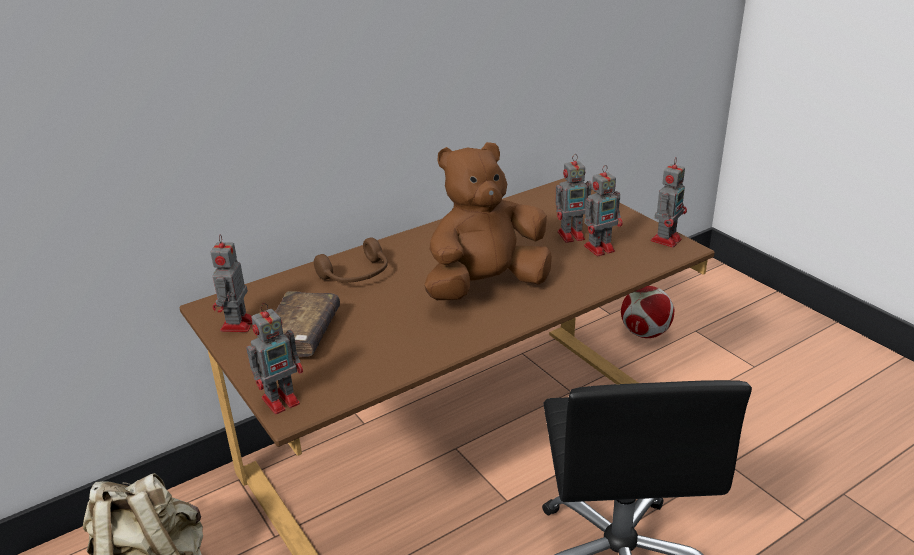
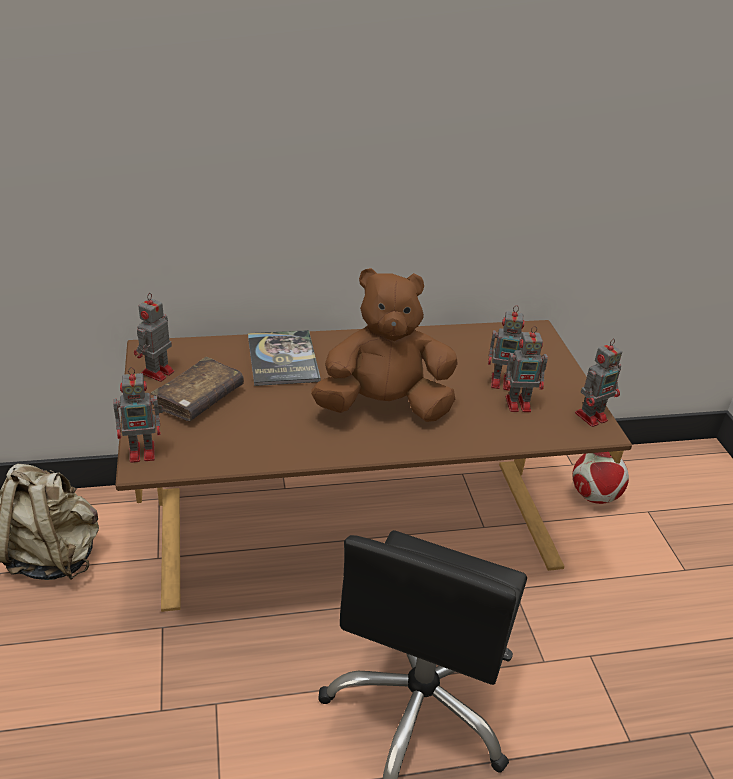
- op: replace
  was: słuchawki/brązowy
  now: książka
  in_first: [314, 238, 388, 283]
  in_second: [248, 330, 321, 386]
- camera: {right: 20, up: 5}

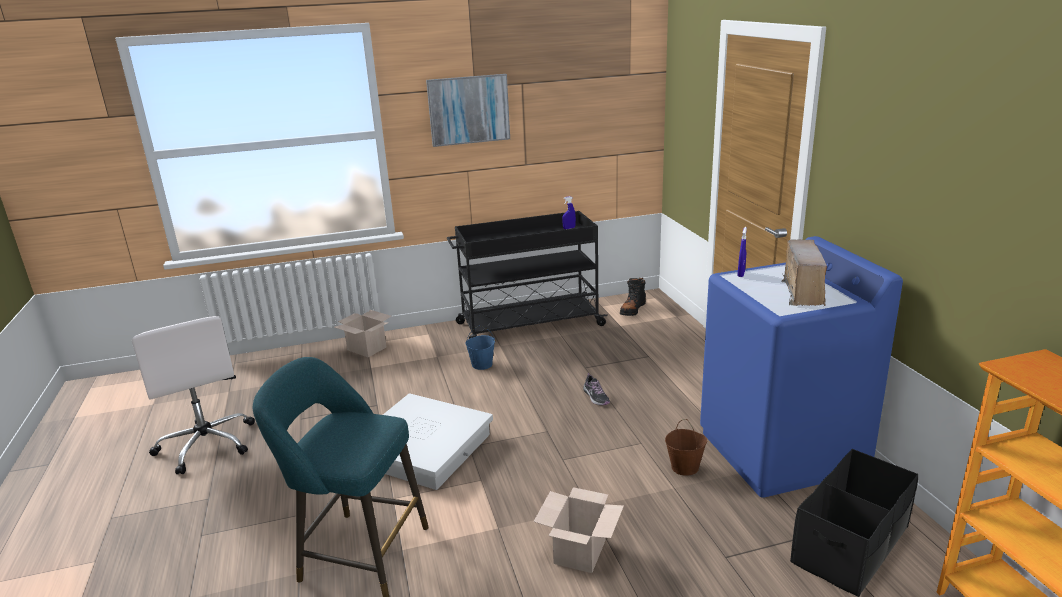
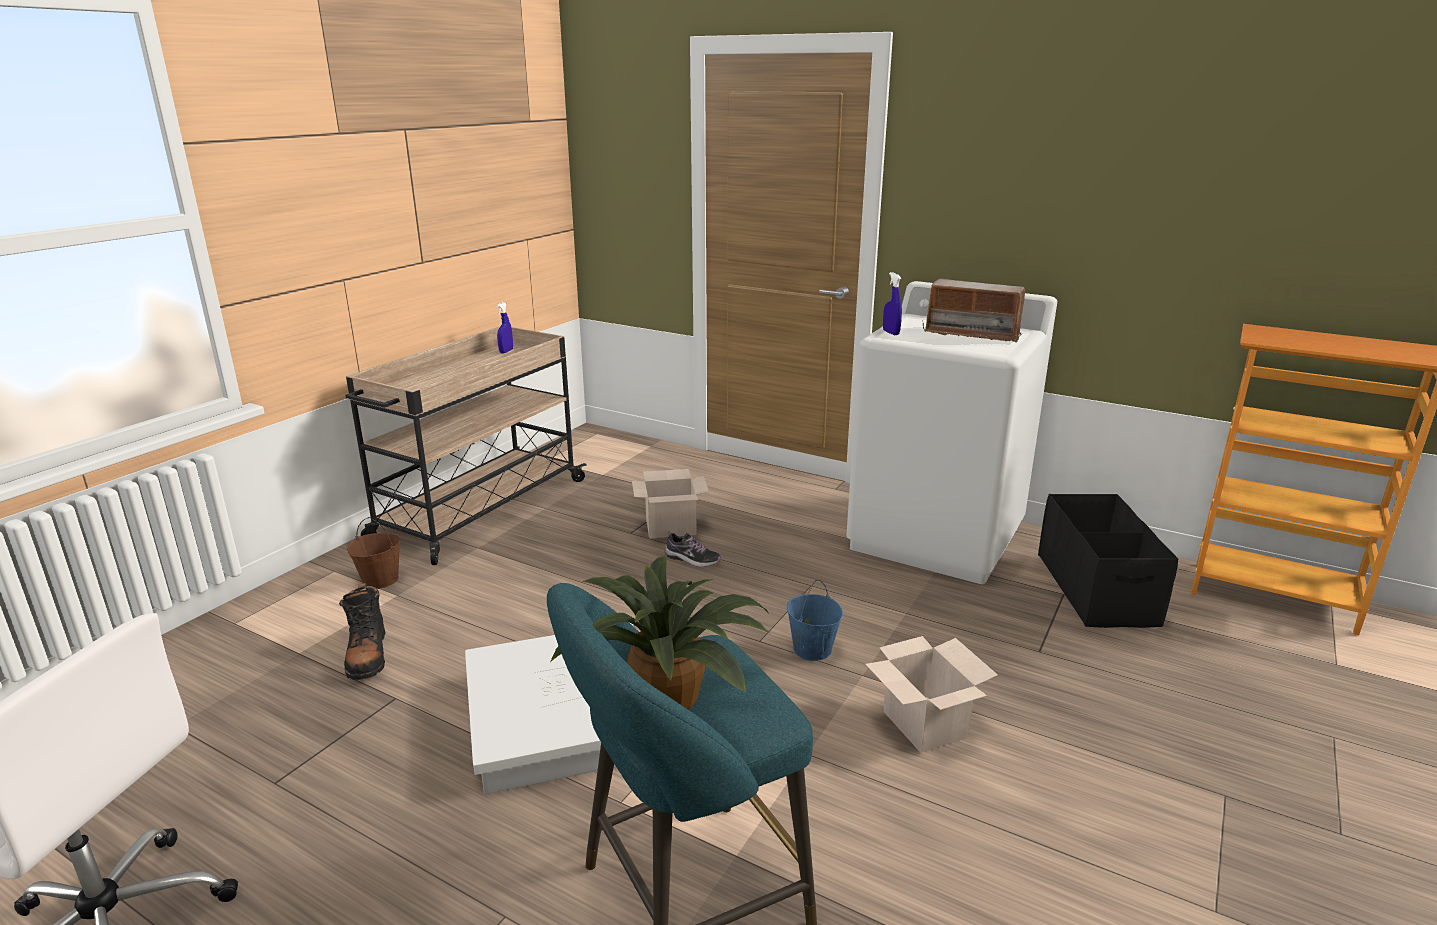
- op: move
  was: karton
  in_first: [334, 310, 391, 357]
  in_second: [632, 469, 709, 538]
- op: delete
  was: obraz
  in_first: [426, 74, 510, 147]
- op: recolor
  was: wózek/czarny
  now: wózek/beżowy
  in_first: [447, 211, 607, 339]
  in_second: [345, 327, 587, 565]
- op: move
  was: wiadro/niebieski
  in_first: [466, 326, 495, 370]
  in_second: [787, 580, 843, 661]
- op: move
  was: but z cholewką/czarny
  in_first: [620, 278, 646, 316]
  in_second: [339, 583, 385, 680]
- op: move
  was: wiadro/brązowy
  in_first: [665, 419, 707, 476]
  in_second: [347, 517, 401, 589]
- op: recolor
  was: pralka/niebieski
  now: pralka/biały
  in_first: [700, 236, 903, 498]
  in_second: [846, 281, 1057, 584]
- op: rotate
  was: radio
  in_first: [782, 239, 827, 306]
  in_second: [922, 279, 1030, 343]
  clockwise: 150
- op: insert
  now: roślina doniczkowa
  in_second: [550, 556, 769, 710]
- camera: {right: -45, up: 0}

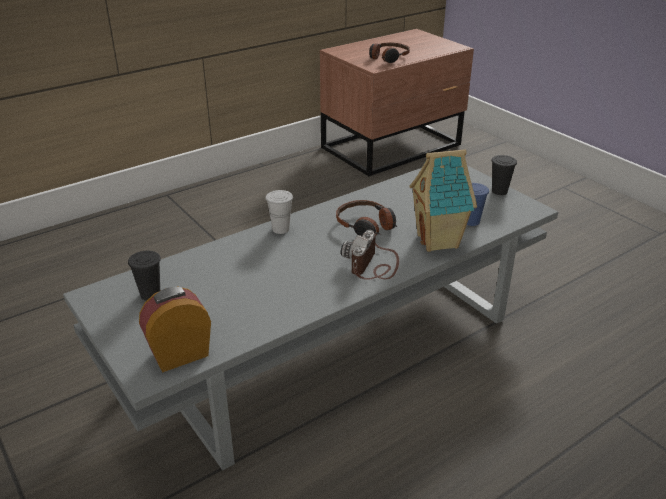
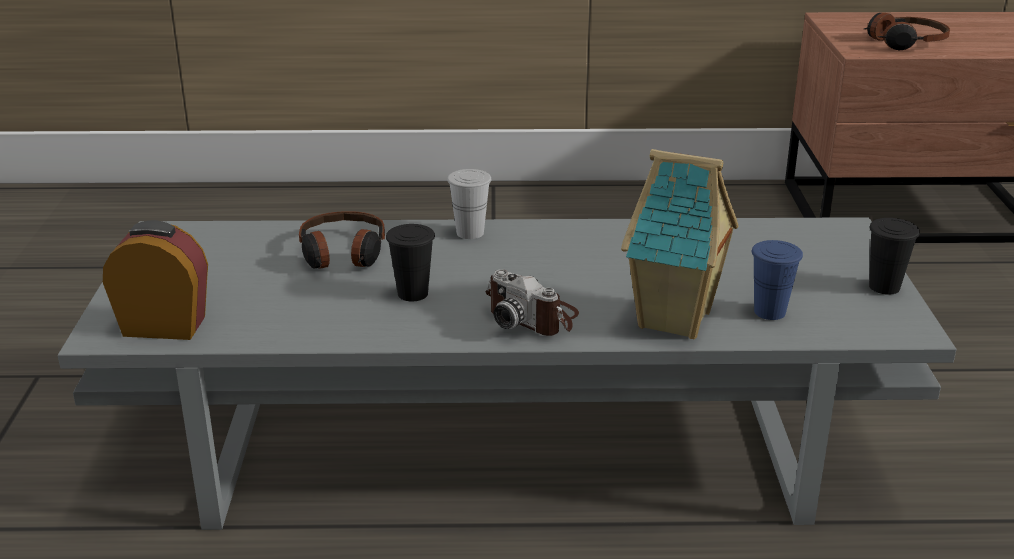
- op: move
  was: filiżanka/czarny
  in_first: [128, 251, 161, 301]
  in_second: [386, 224, 435, 301]
- op: move
  was: słuchawki
  in_first: [336, 200, 397, 236]
  in_second: [299, 211, 385, 269]
- op: rotate
  was: aparat fotograficzny
  in_first: [341, 230, 399, 280]
  in_second: [485, 269, 579, 336]
  clockwise: -105
- camera: {right: 35, up: -5}

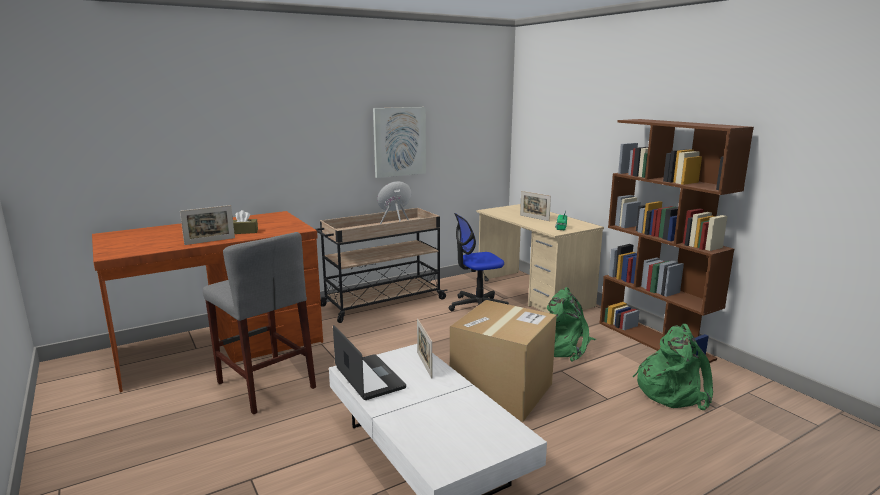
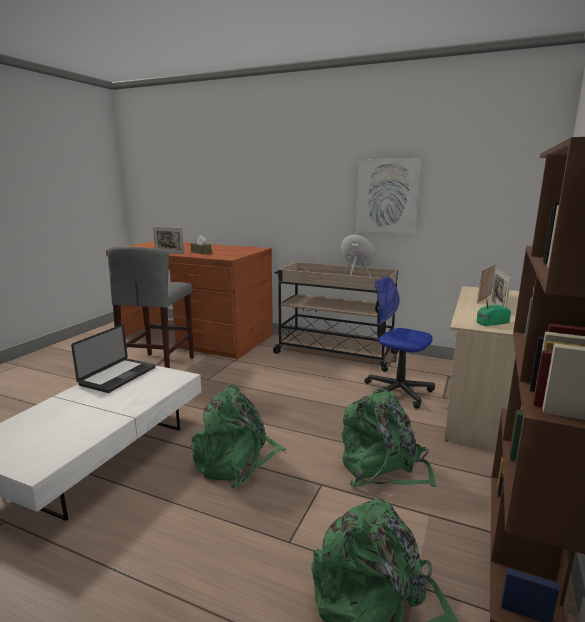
- op: move
  was: ramka na zdjęcie
  in_first: [417, 319, 432, 379]
  in_second: [477, 263, 496, 303]
- op: replace
  was: karton
  now: plecak/zielony
  in_first: [450, 300, 557, 422]
  in_second: [191, 385, 286, 489]
- camera: {right: 55, up: 0}

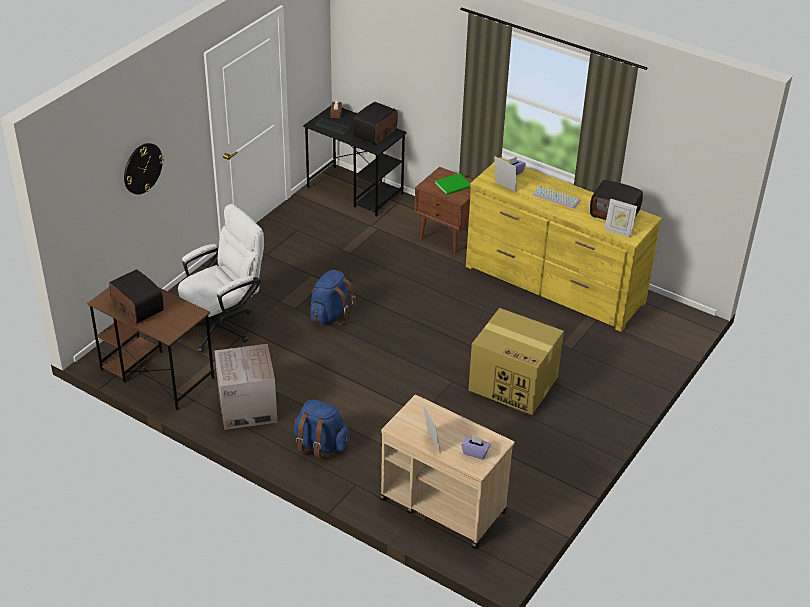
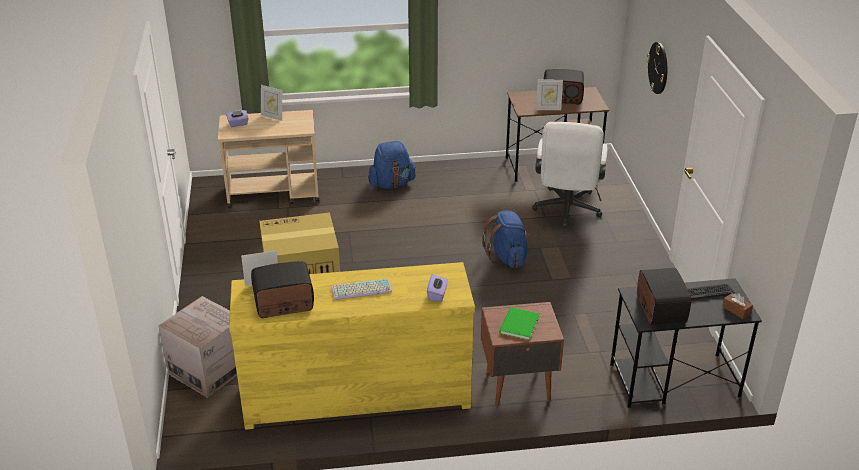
- op: move
  was: karton
  in_first: [215, 344, 277, 430]
  in_second: [158, 296, 237, 398]
- op: move
  was: ramka na zdjęcie
  in_first: [494, 156, 517, 192]
  in_second: [536, 80, 563, 110]
- camera: {right: 140, up: -5}

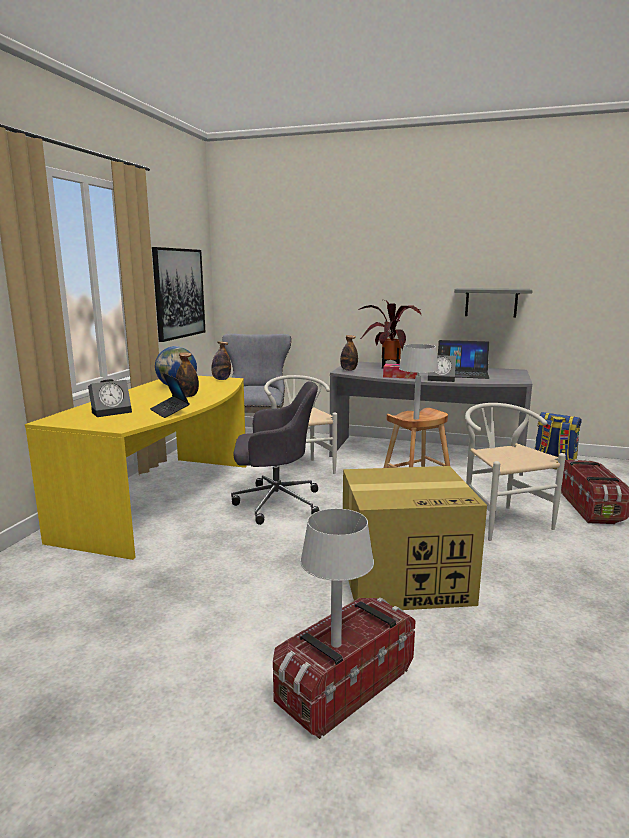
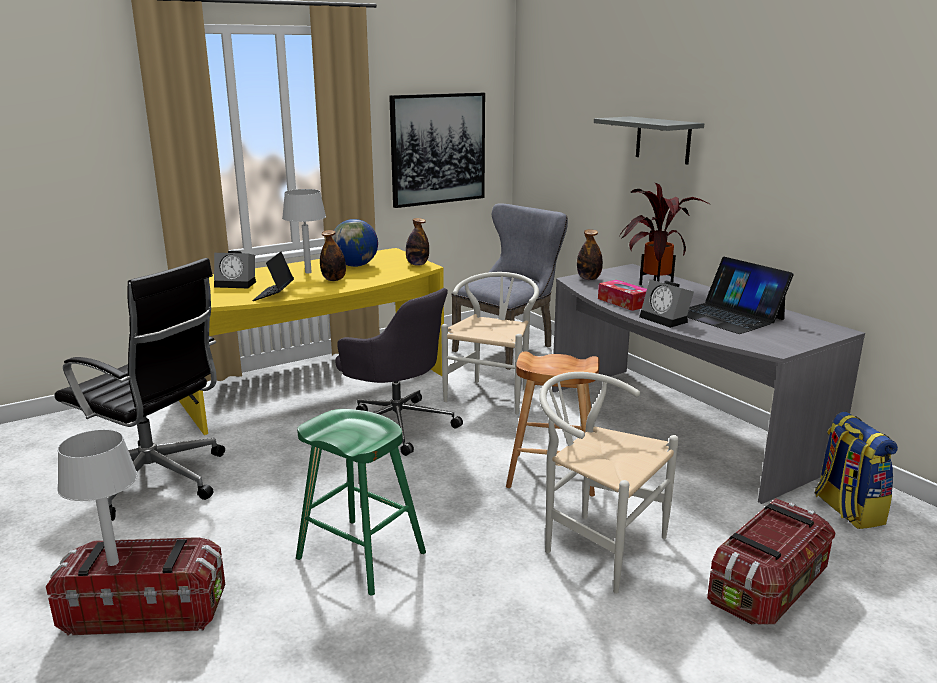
- op: replace
  was: karton
  now: stołek/zielony
  in_first: [343, 466, 487, 610]
  in_second: [296, 409, 426, 596]
- op: move
  was: lampa stołowa/szary
  in_first: [399, 344, 439, 420]
  in_second: [282, 189, 326, 273]
- op: move
  was: półka/szary
  in_first: [454, 288, 533, 317]
  in_second: [594, 116, 704, 165]
- op: rotate
  was: krzesło/biały
  in_first: [465, 403, 566, 541]
  in_second: [539, 372, 679, 594]
  clockwise: -75
- op: insert
  now: krzesło biurowe/czarny
  in_second: [54, 258, 225, 521]
- camera: {right: 40, up: 5}

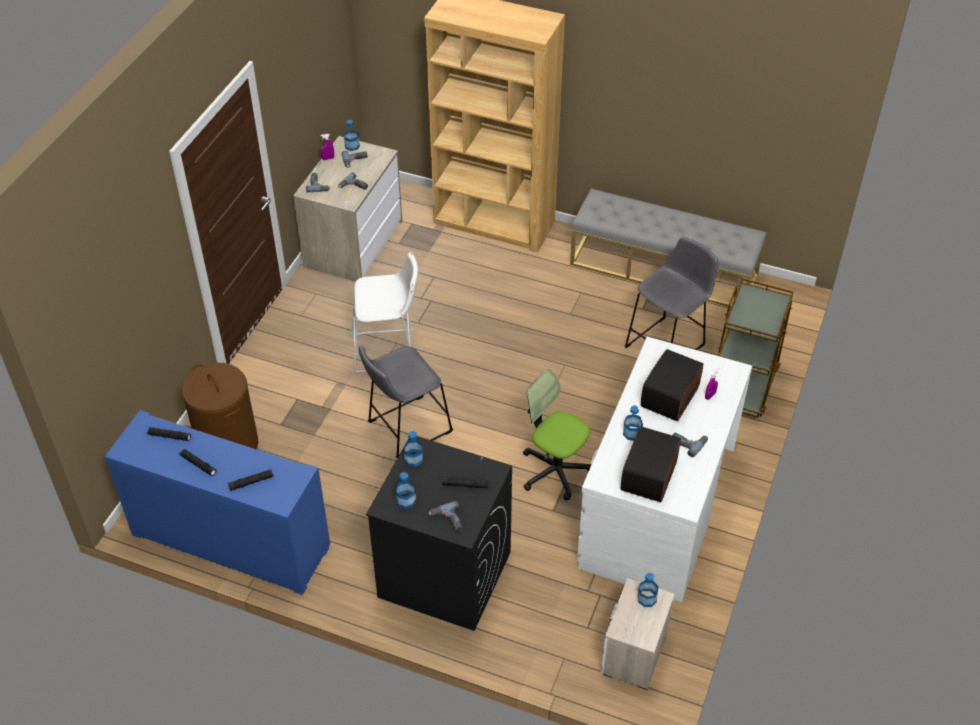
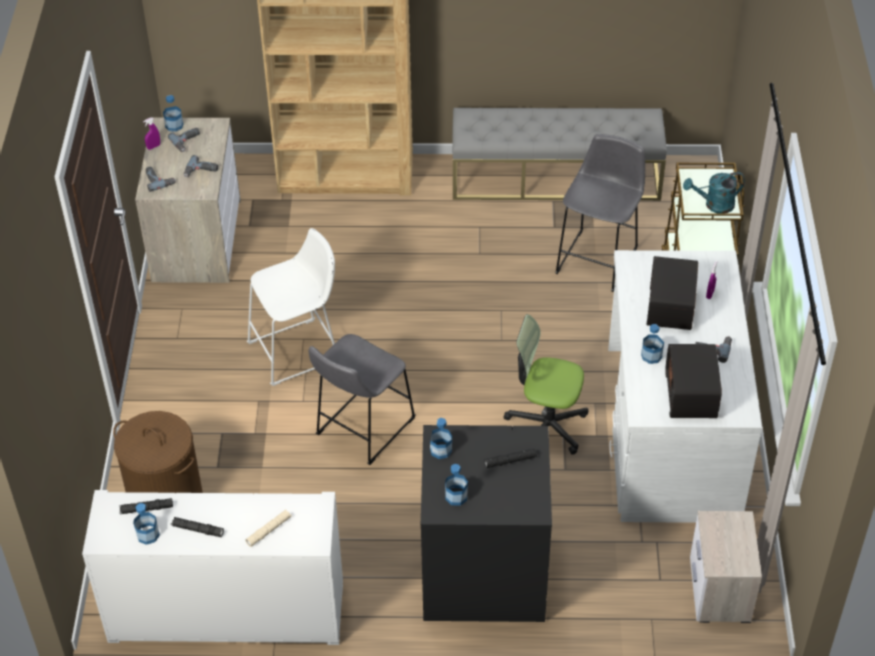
- op: recolor
  was: szafka/niebieski
  now: szafka/biały
  in_first: [105, 410, 330, 595]
  in_second: [82, 490, 343, 645]
- op: recolor
  was: latarka/czarny
  now: latarka/beżowy
  in_first: [228, 469, 274, 491]
  in_second: [245, 510, 292, 547]
- op: delete
  was: wiertarka
  in_first: [429, 501, 462, 532]
- op: move
  was: butelka
  in_first: [638, 573, 658, 607]
  in_second: [133, 503, 160, 545]
- op: insert
  now: konewka/turkusowy
  in_second: [683, 172, 745, 214]
- camera: {right: -20, up: 0}

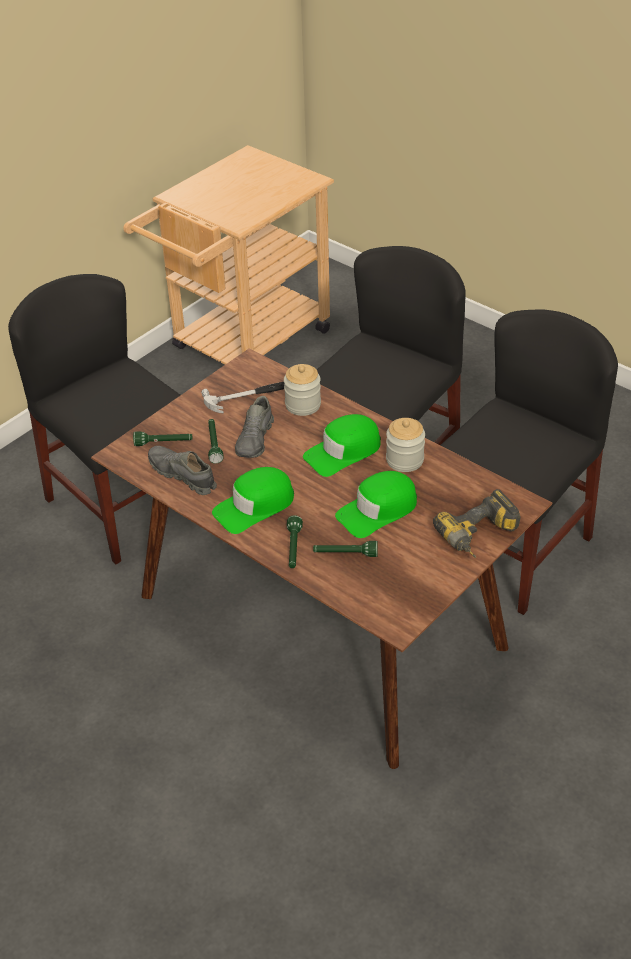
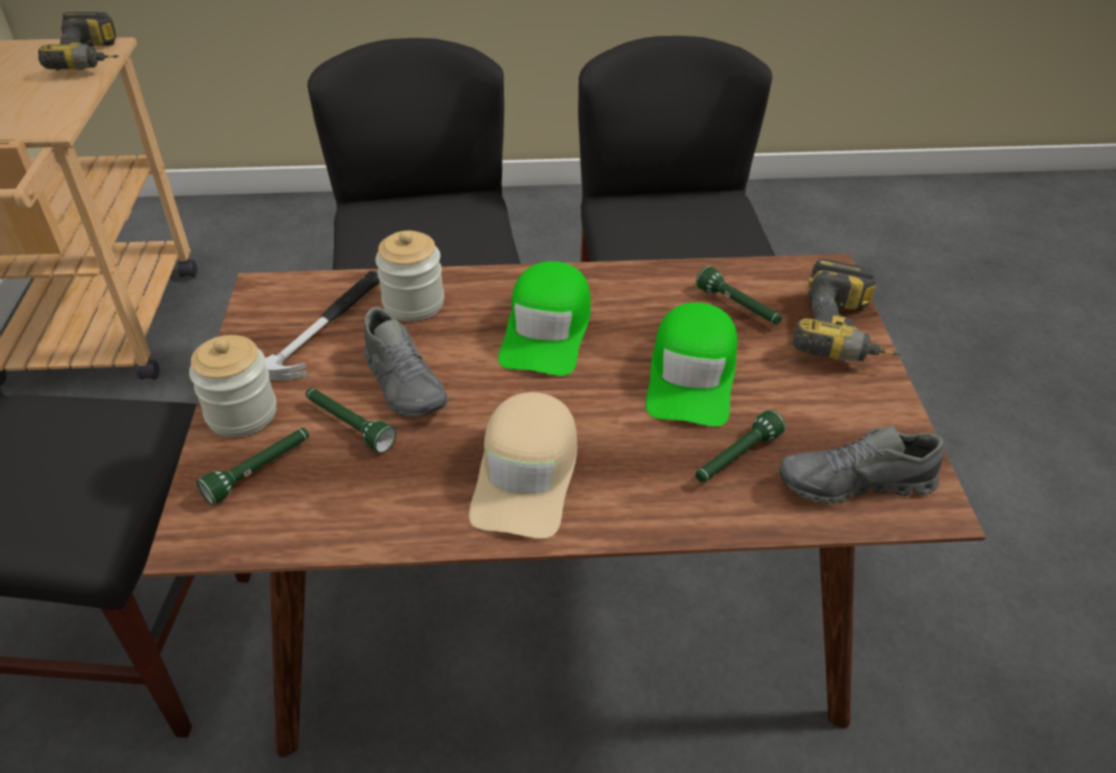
- op: move
  was: but/szary
  in_first: [148, 446, 217, 495]
  in_second: [779, 425, 944, 504]
- op: recolor
  was: czapka z daszkiem/zielony
  now: czapka z daszkiem/beżowy
  in_first: [212, 467, 294, 534]
  in_second: [469, 392, 577, 539]
- op: move
  was: latarka/zielony
  in_first: [287, 515, 303, 568]
  in_second: [696, 266, 782, 324]
- op: move
  was: słoik
  in_first: [386, 418, 425, 472]
  in_second: [189, 335, 277, 437]
- op: insert
  now: wiertarka
  in_second: [38, 12, 119, 70]
- camera: {right: -45, up: 0}

